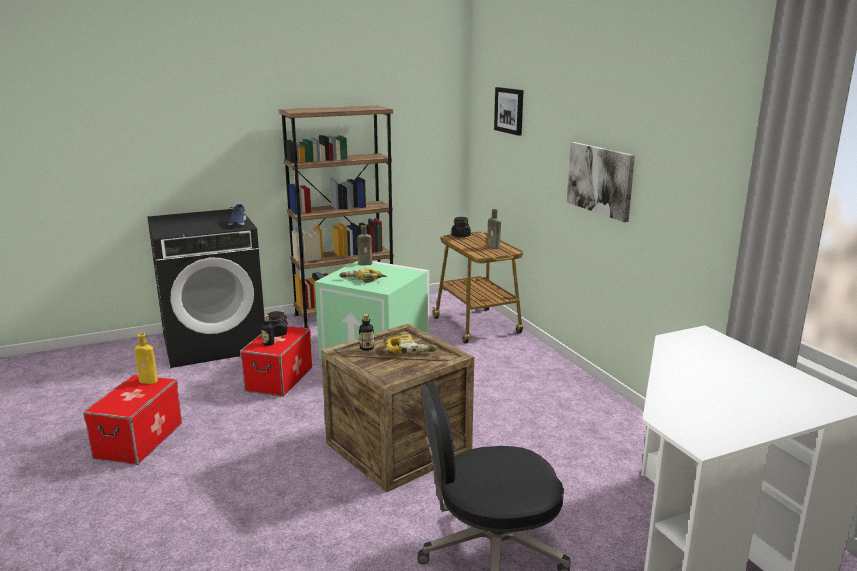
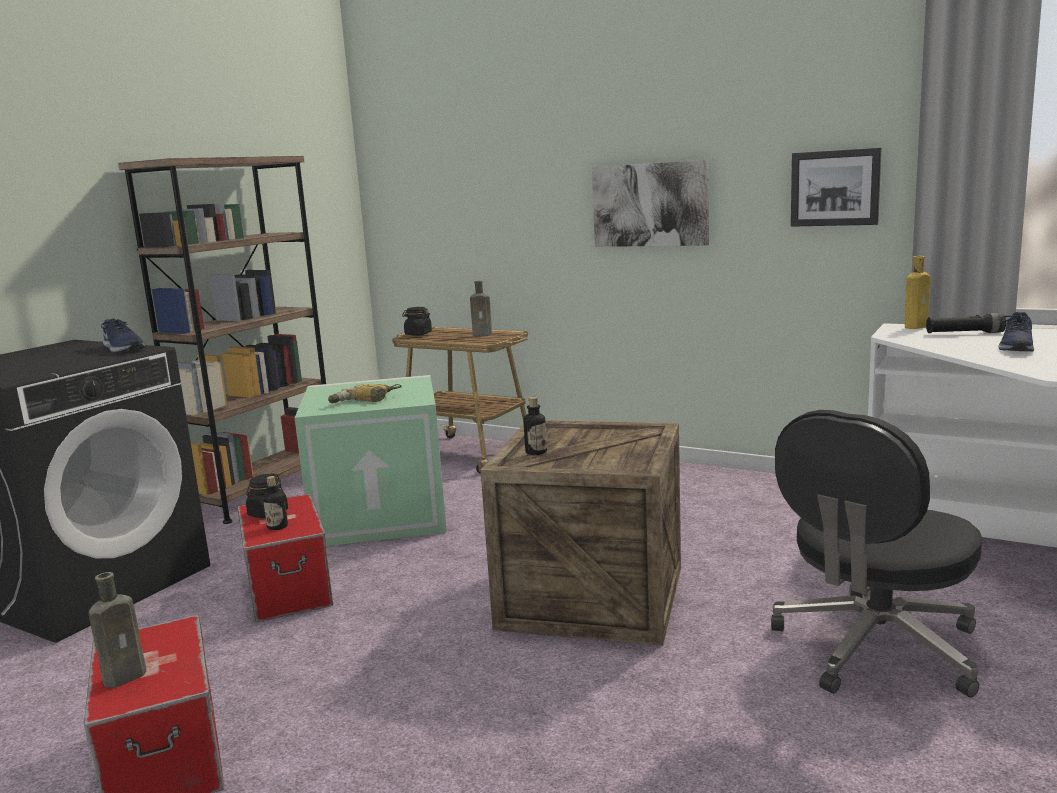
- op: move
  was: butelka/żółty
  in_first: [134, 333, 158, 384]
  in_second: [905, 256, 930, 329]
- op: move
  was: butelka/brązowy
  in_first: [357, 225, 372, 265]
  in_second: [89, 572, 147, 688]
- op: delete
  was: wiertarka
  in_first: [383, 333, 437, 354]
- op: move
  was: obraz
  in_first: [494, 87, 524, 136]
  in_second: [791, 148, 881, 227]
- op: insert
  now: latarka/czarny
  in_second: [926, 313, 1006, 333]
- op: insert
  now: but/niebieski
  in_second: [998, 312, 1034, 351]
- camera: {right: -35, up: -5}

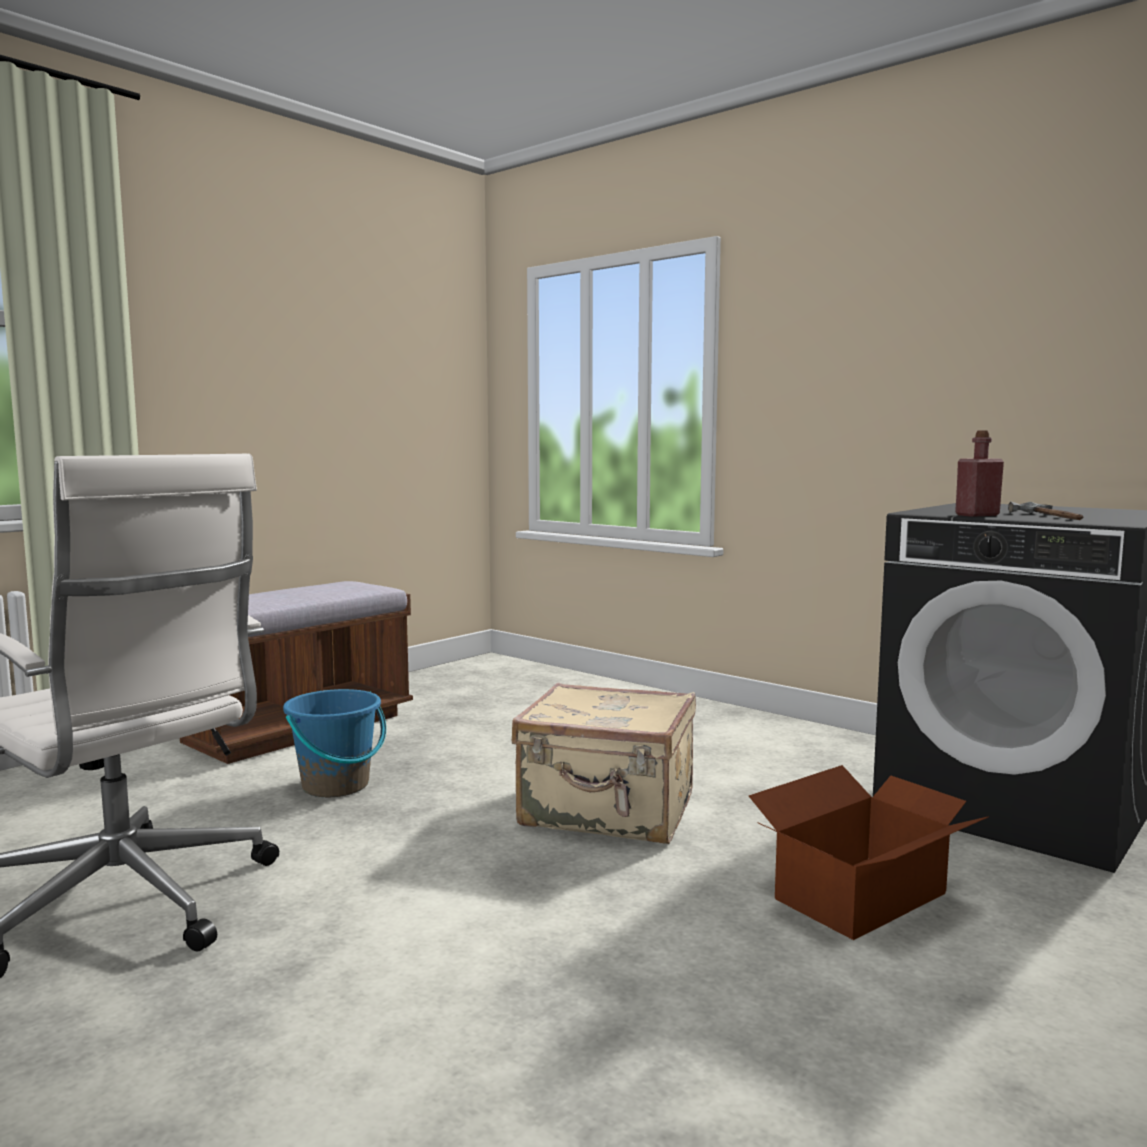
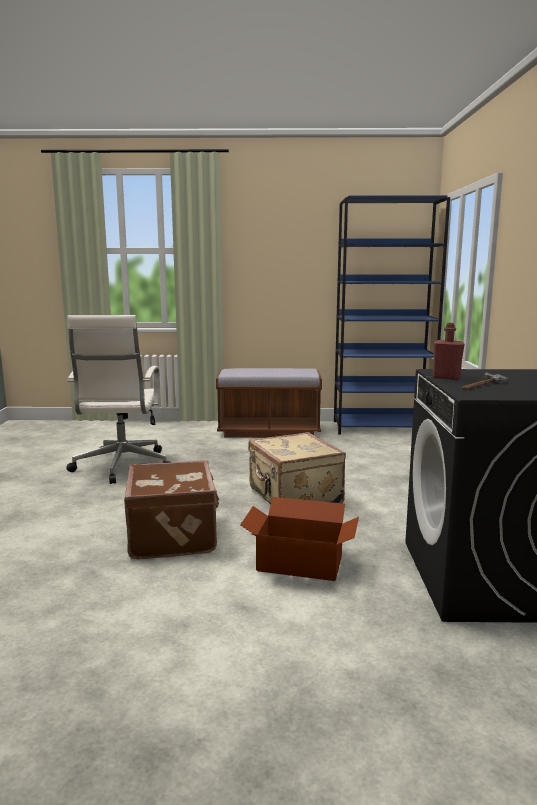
- op: delete
  was: wiadro/niebieski
  in_first: [283, 689, 386, 797]
- op: insert
  now: walizka/brązowy
  in_second: [124, 460, 220, 559]
- op: insert
  now: regał/niebieski
  in_second: [334, 195, 450, 435]
- camera: {right: 50, up: 5}

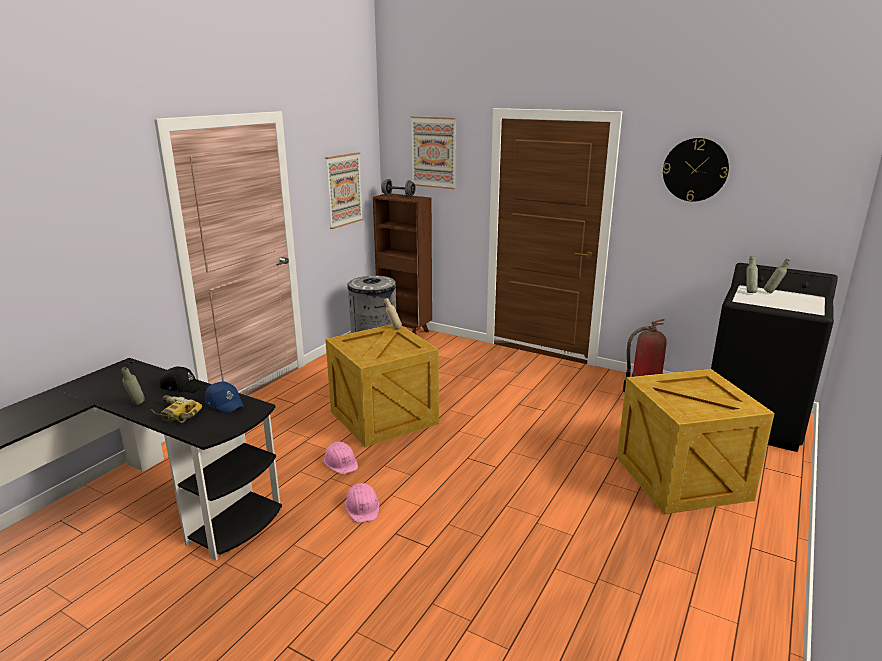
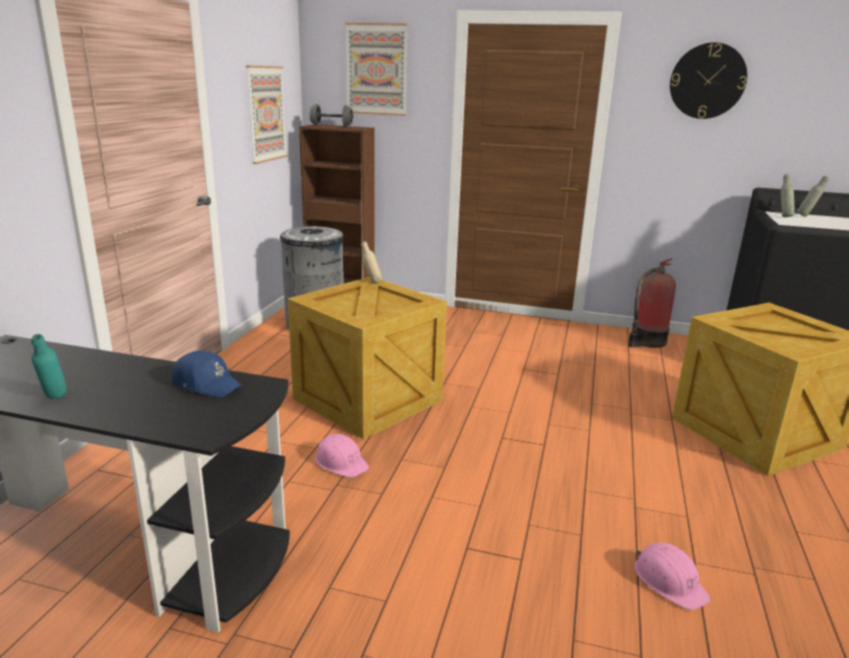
- op: recolor
  was: butelka/szary
  now: butelka/turkusowy
  in_first: [121, 367, 145, 405]
  in_second: [31, 334, 67, 399]
- op: delete
  was: wiertarka
  in_first: [150, 395, 202, 423]
- op: delete
  was: czapka z daszkiem/czarny
  in_first: [159, 367, 205, 393]
- op: move
  was: kask/różowy
  in_first: [345, 483, 380, 523]
  in_second: [634, 542, 711, 610]
- camera: {right: -15, up: 0}

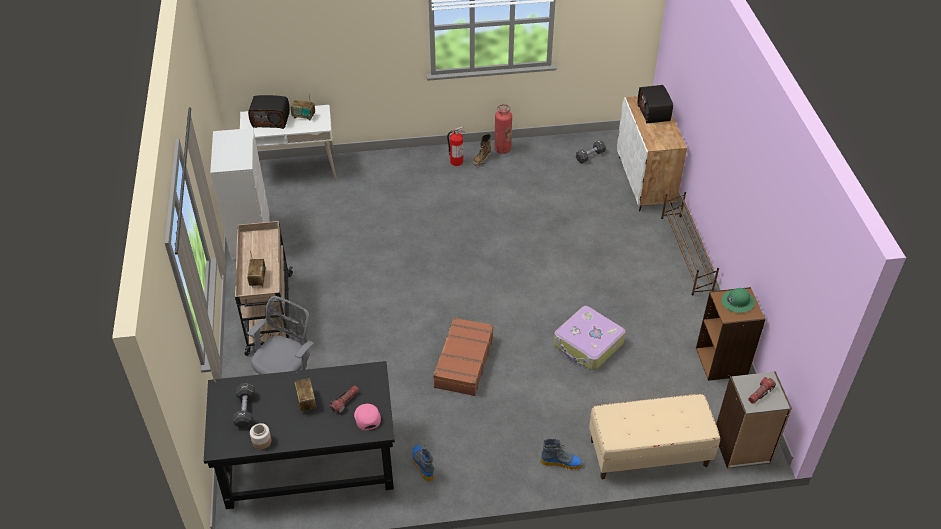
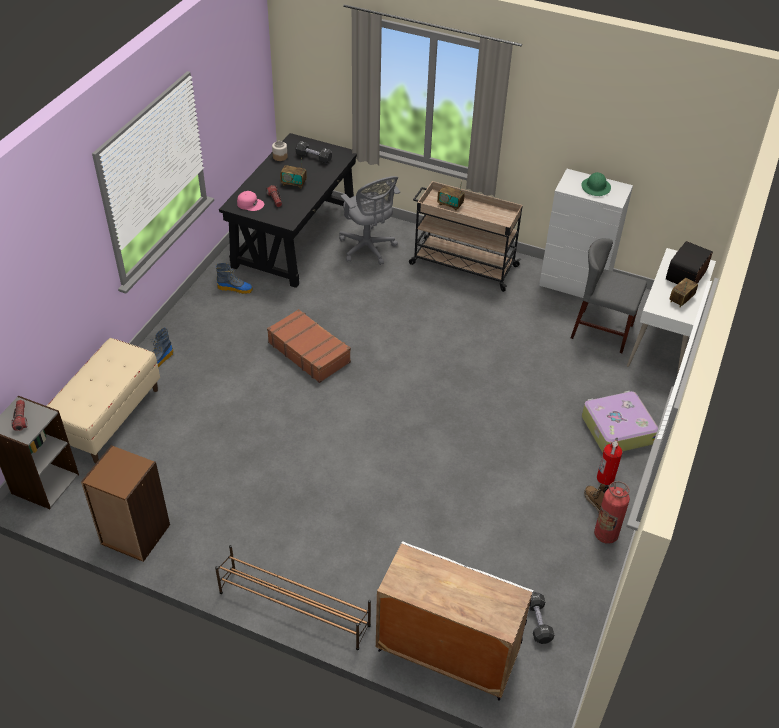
- op: move
  was: walizka
  in_first: [554, 306, 626, 370]
  in_second: [582, 391, 658, 453]
- op: delete
  was: radio
  in_first: [638, 85, 673, 123]
- op: move
  was: kask/zielony
  in_first: [721, 288, 755, 313]
  in_second: [581, 172, 611, 196]
- op: insert
  now: krzesło/szary
  in_second: [571, 238, 647, 353]
- camera: {right: 120, up: 0}

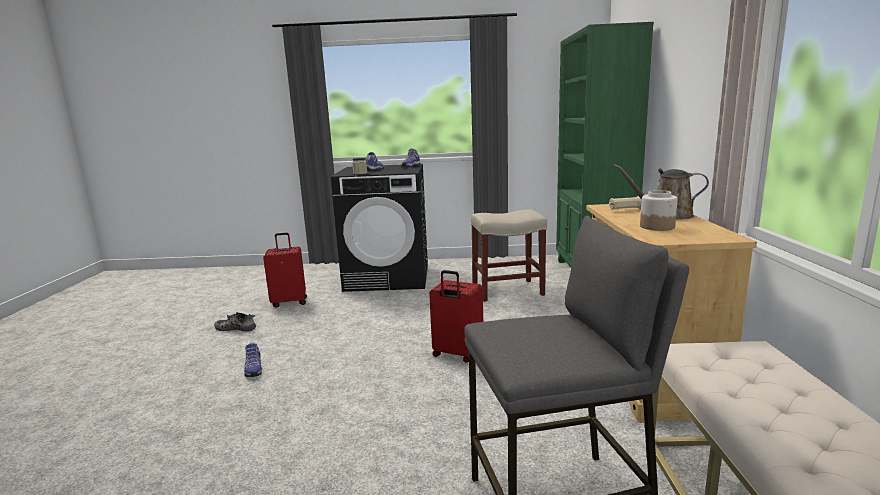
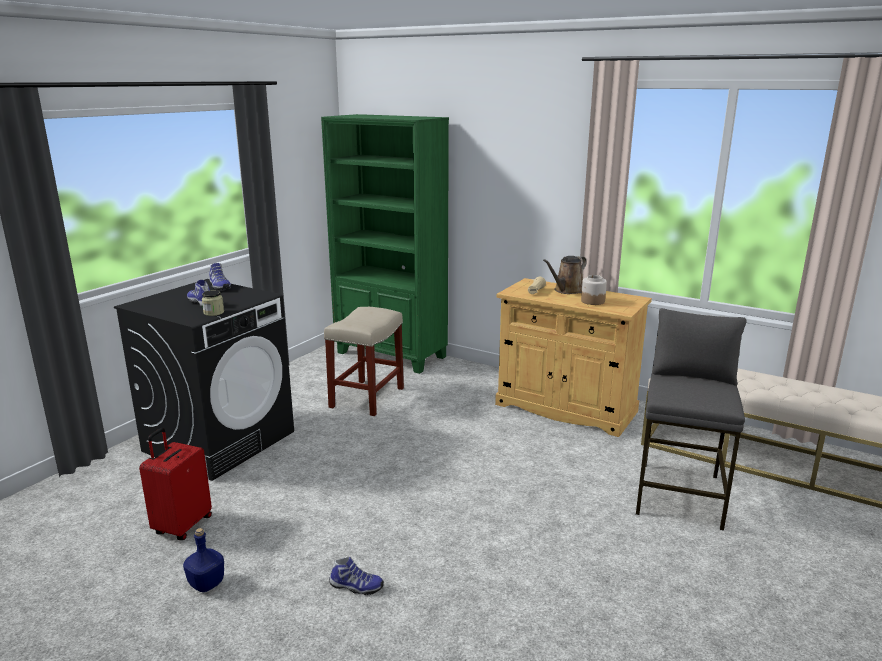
- op: replace
  was: but
  now: butelka/niebieski
  in_first: [214, 312, 256, 331]
  in_second: [183, 528, 224, 592]
- op: delete
  was: walizka/czerwony
  in_first: [429, 270, 483, 363]
- camera: {right: -60, up: 5}

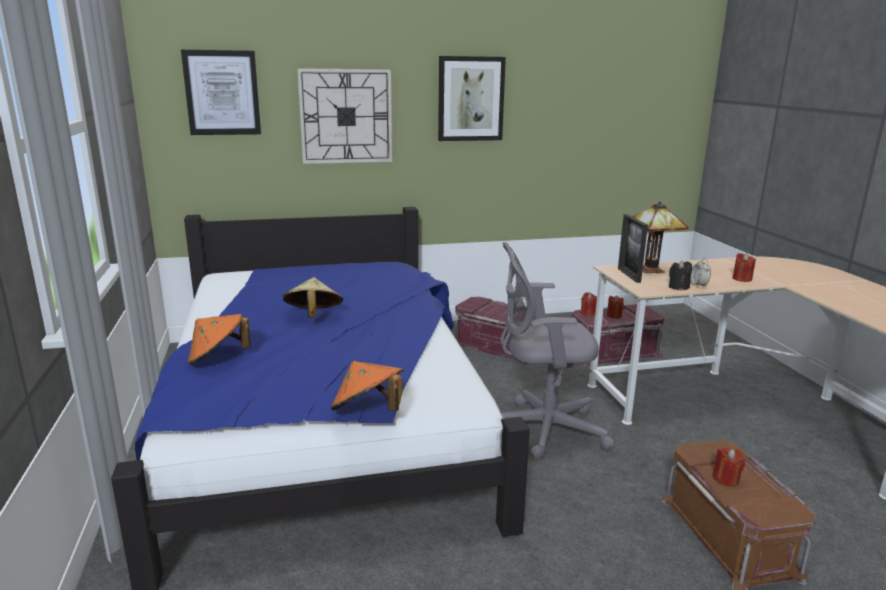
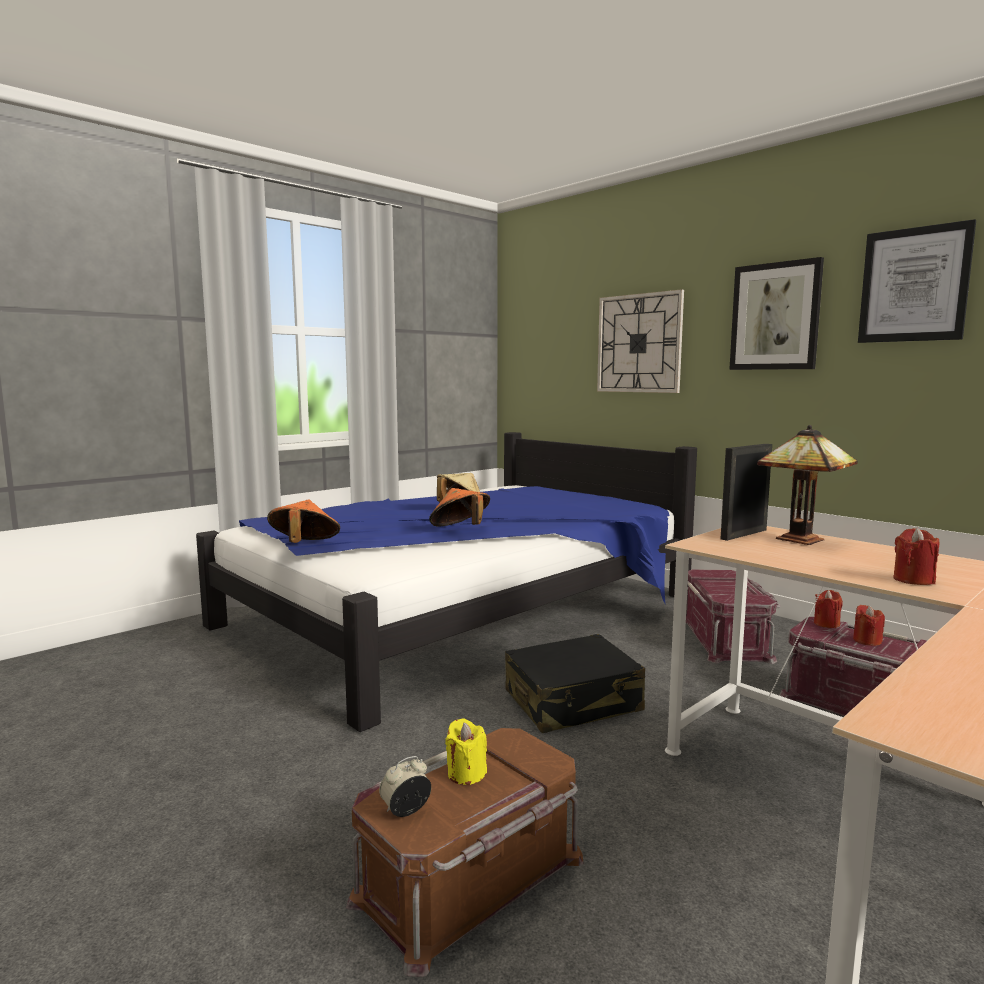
- op: move
  was: obraz
  in_first: [181, 50, 261, 135]
  in_second: [858, 219, 976, 343]
- op: move
  was: kapelusz/pomarańczowy
  in_first: [188, 314, 251, 365]
  in_second: [429, 488, 490, 526]
- op: replace
  was: krzesło biurowe/szary
  now: walizka/czarny
  in_first: [500, 242, 614, 460]
  in_second: [505, 634, 645, 733]
- op: delete
  was: świeca/czarny
  in_first: [669, 260, 692, 290]
- op: move
  was: budzik
  in_first: [690, 258, 711, 287]
  in_second: [379, 756, 431, 817]
- op: recolor
  was: świeca/czerwony
  now: świeca/żółty
  in_first: [712, 447, 745, 487]
  in_second: [445, 719, 487, 785]
- camera: {right: 60, up: -10}

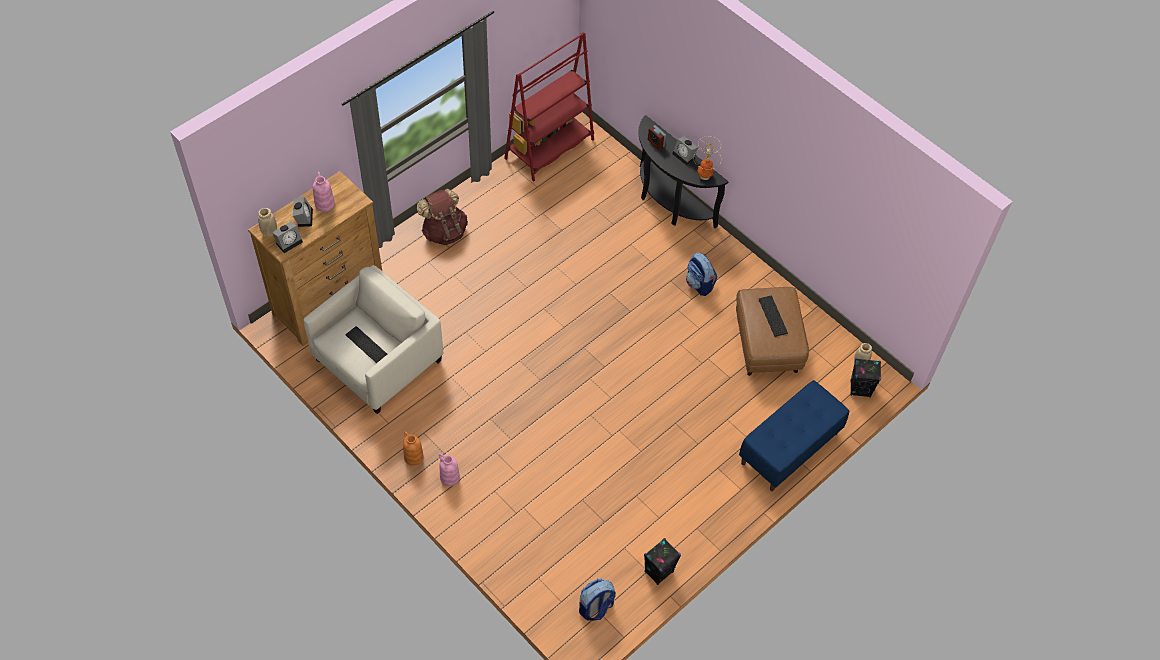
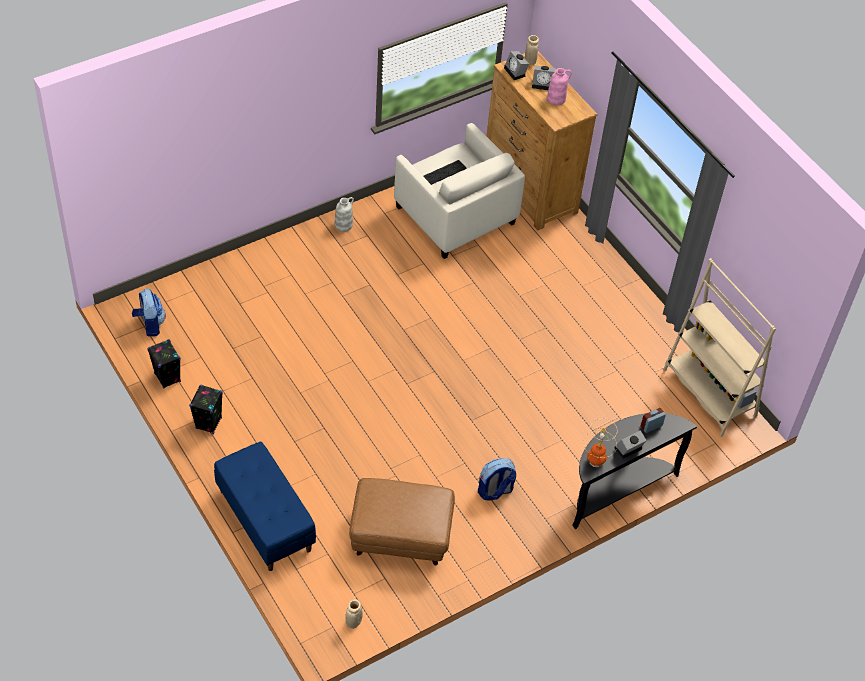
- op: recolor
  was: wazon/pomarańczowy
  now: wazon/biały
  in_first: [403, 432, 424, 466]
  in_second: [335, 197, 354, 232]
- op: delete
  was: plecak/brązowy
  in_first: [417, 189, 468, 245]
- op: delete
  was: wazon/różowy
  in_first: [439, 454, 460, 486]
- op: recolor
  was: regał/czerwony
  now: regał/beżowy
  in_first: [504, 32, 594, 181]
  in_second: [663, 258, 776, 437]
- op: delete
  was: klawiatura
  in_first: [759, 295, 788, 337]
- op: move
  was: głośnik/czarny
  in_first: [850, 358, 881, 398]
  in_second: [189, 385, 223, 434]
- camera: {right: 100, up: -5}

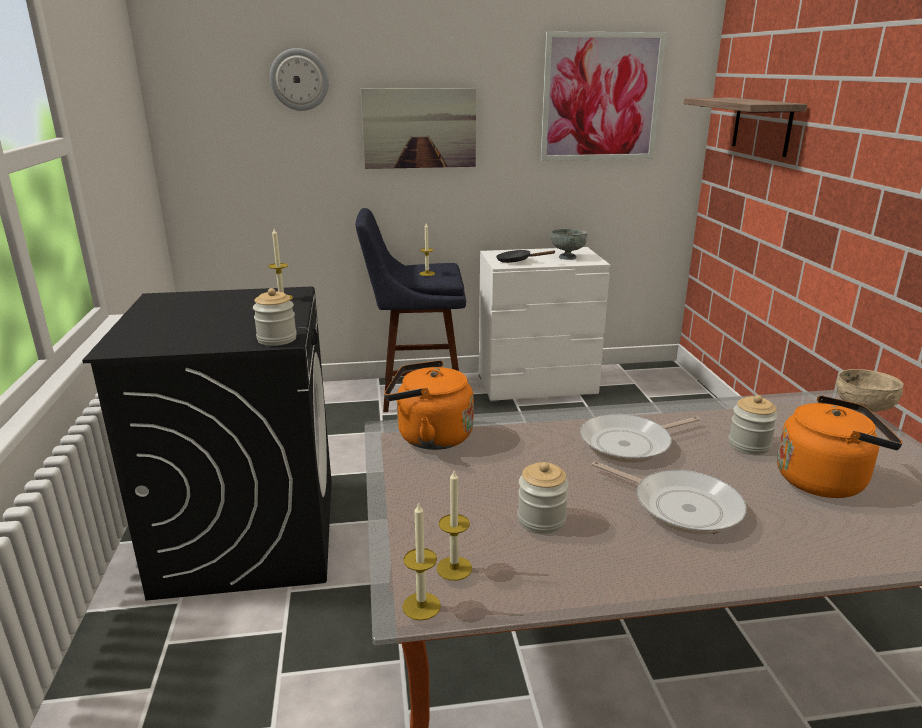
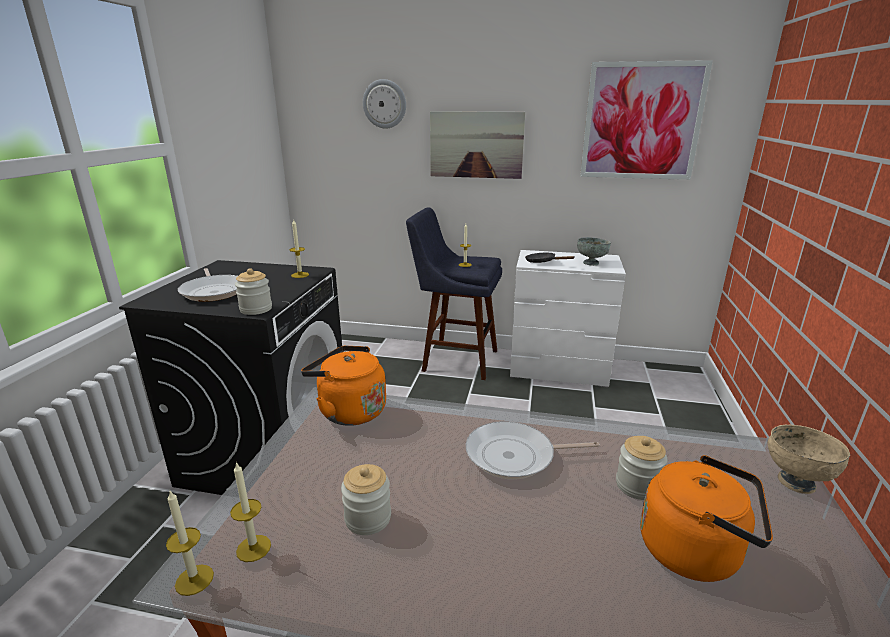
- op: move
  was: patelnia
  in_first: [592, 461, 747, 535]
  in_second: [178, 268, 237, 302]
- op: delete
  was: półka
  in_first: [684, 98, 807, 157]
- camera: {right: 20, up: 0}

